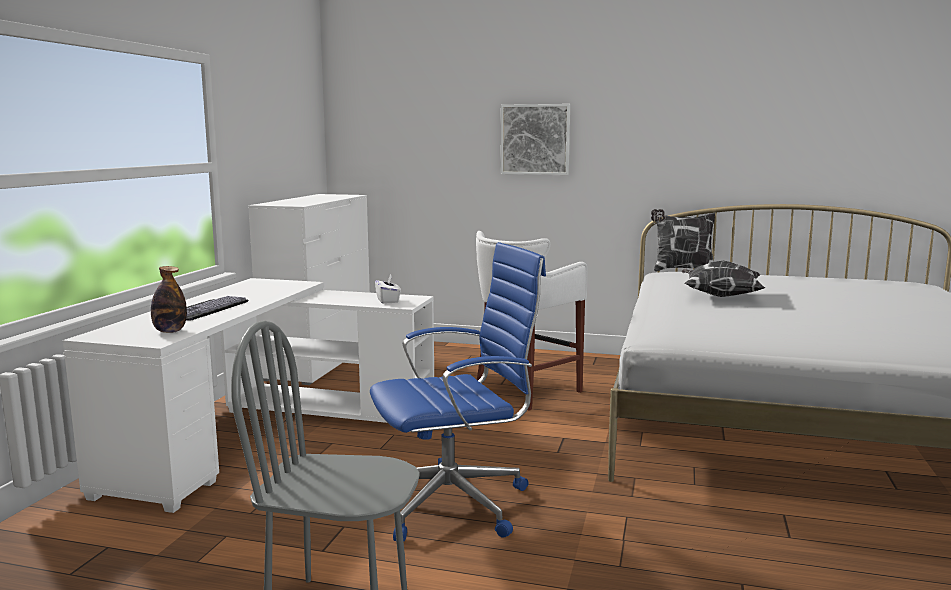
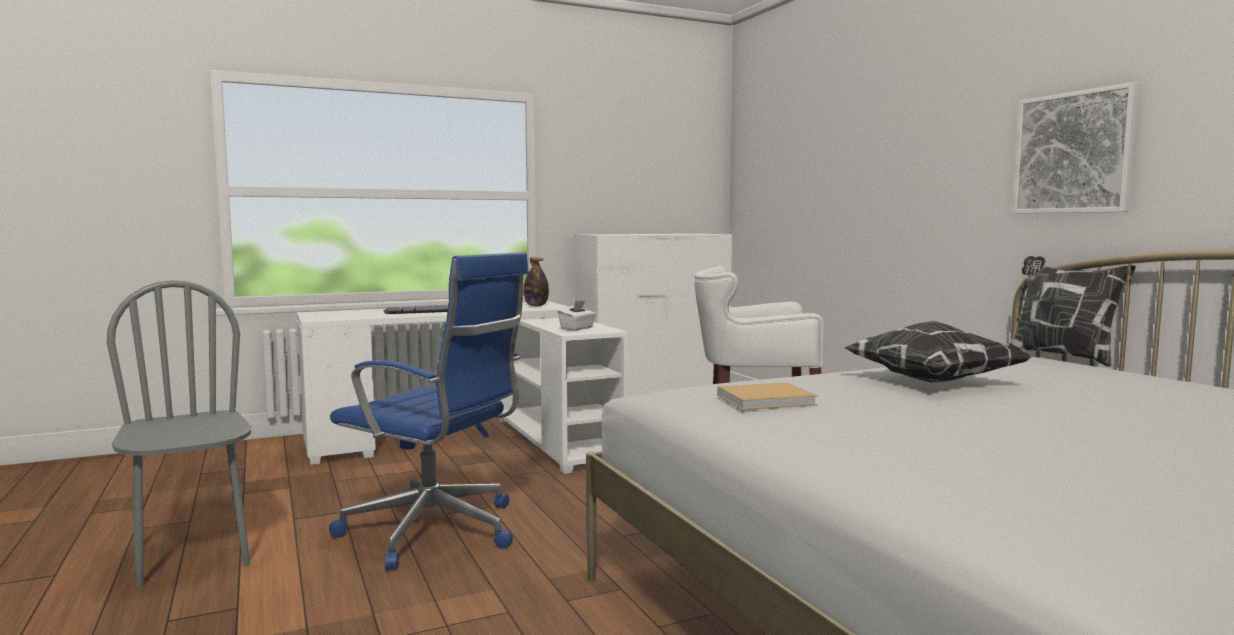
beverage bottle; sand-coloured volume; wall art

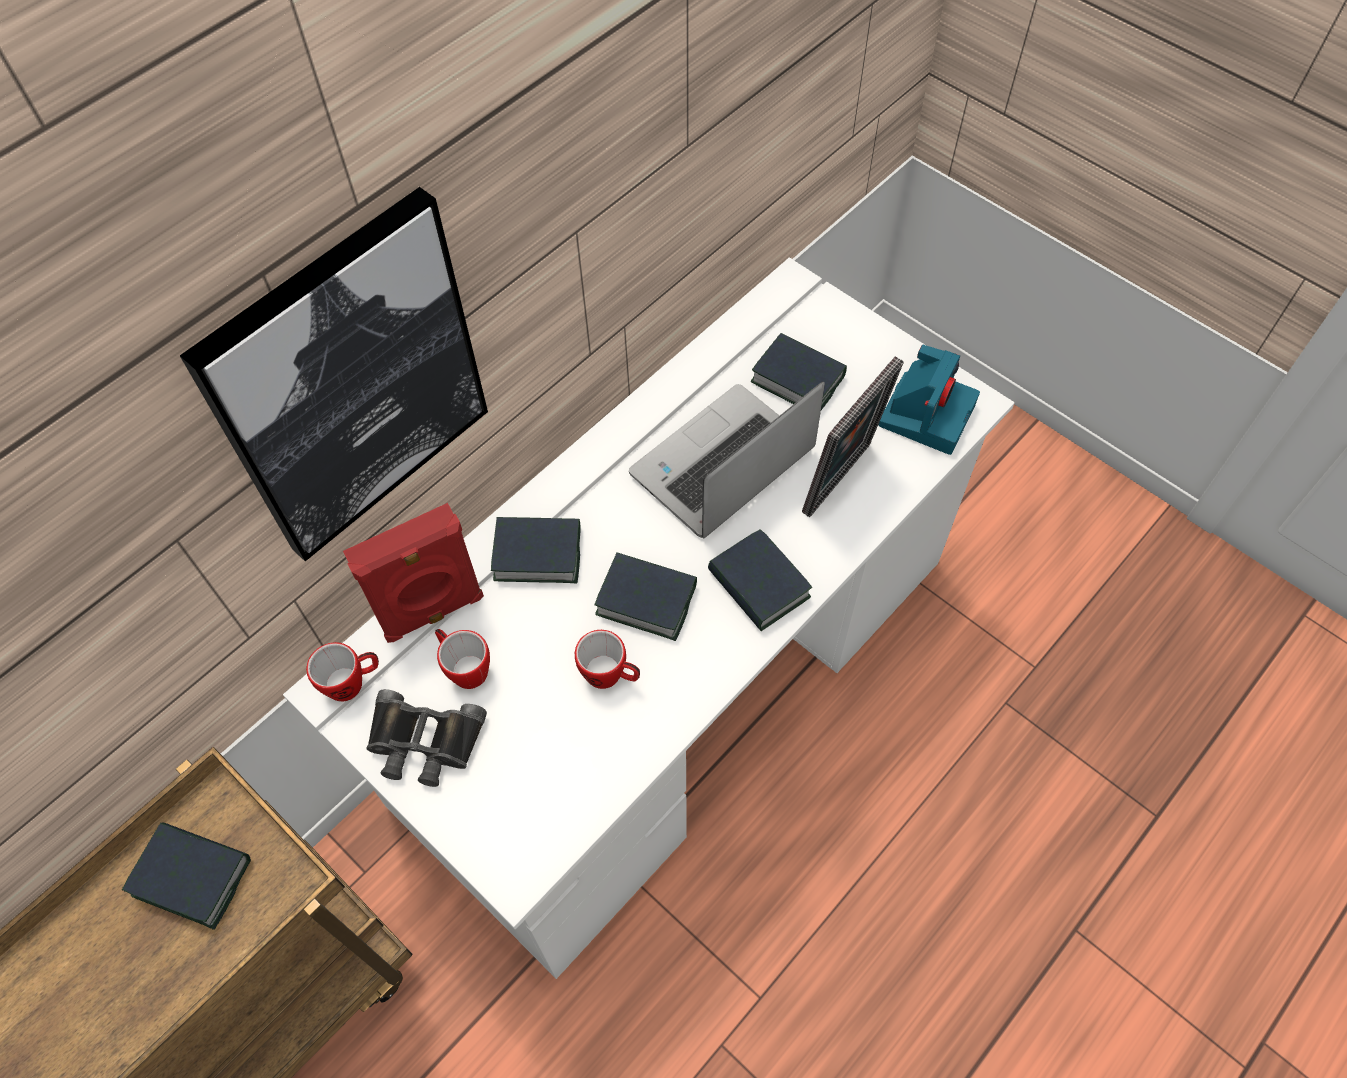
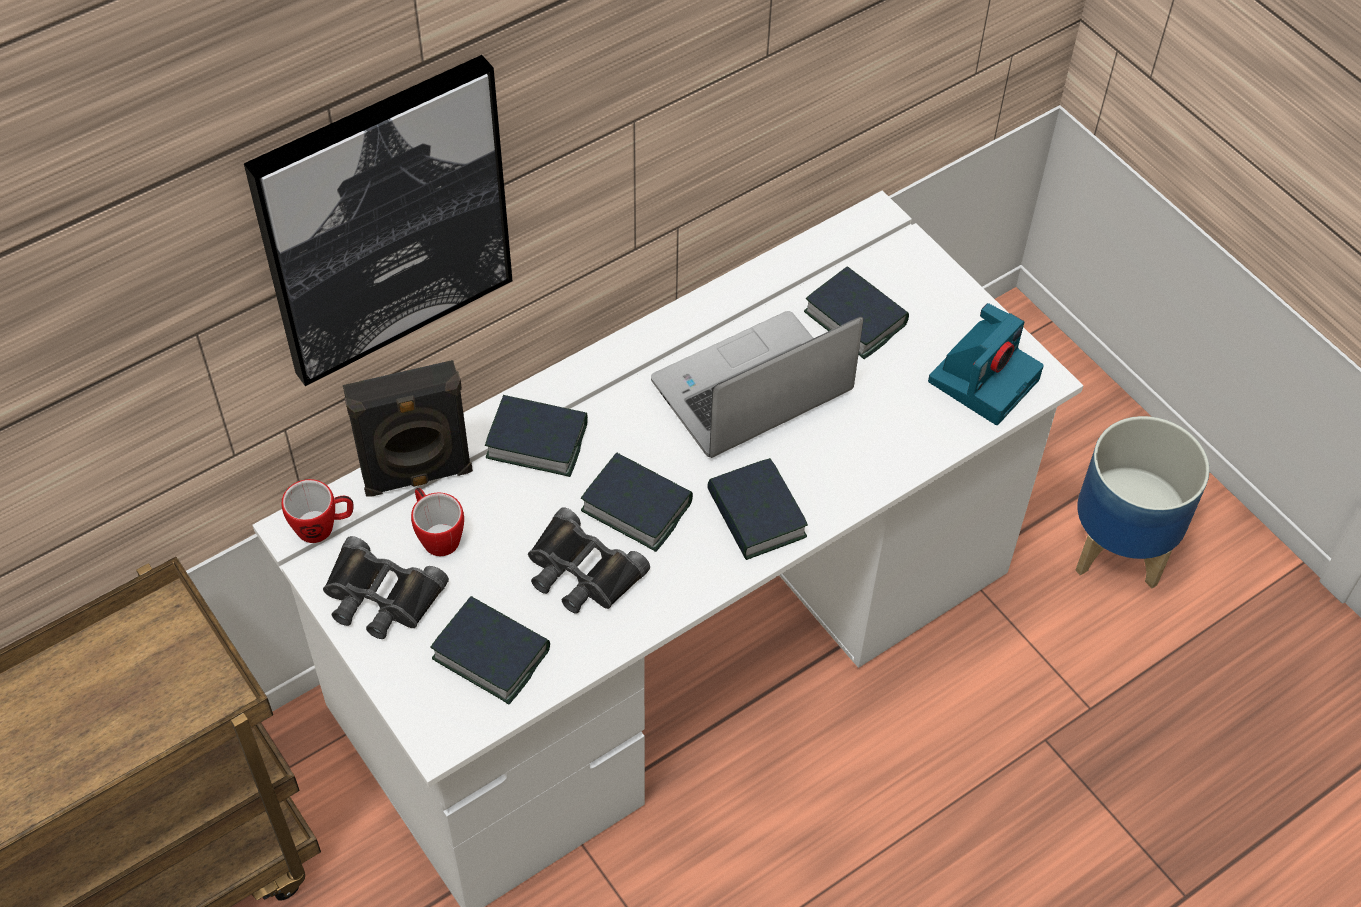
black-coloured loudspeaker; volume (1st from left); black-coloured field glasses (2nd from left); flower pot; picture frame

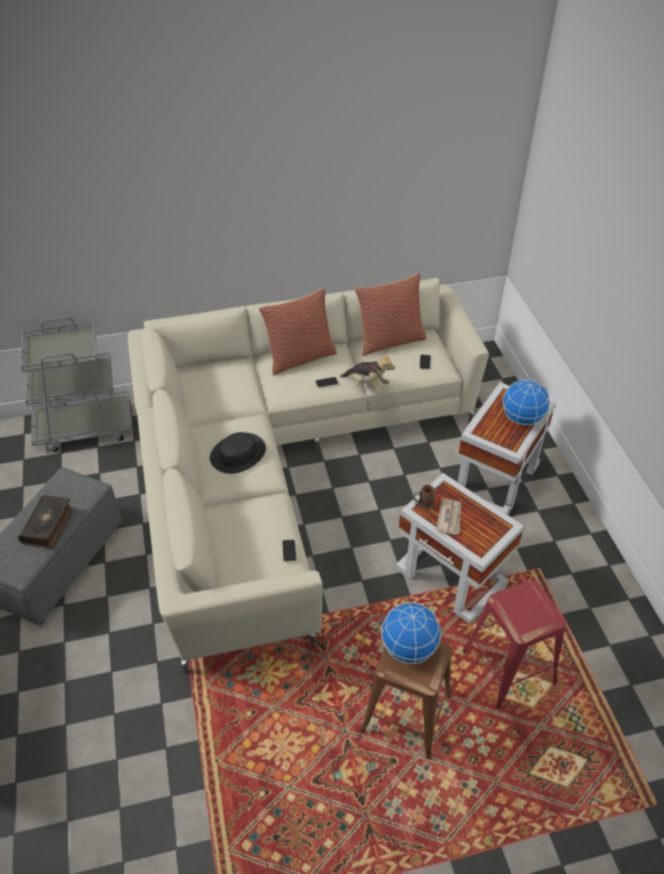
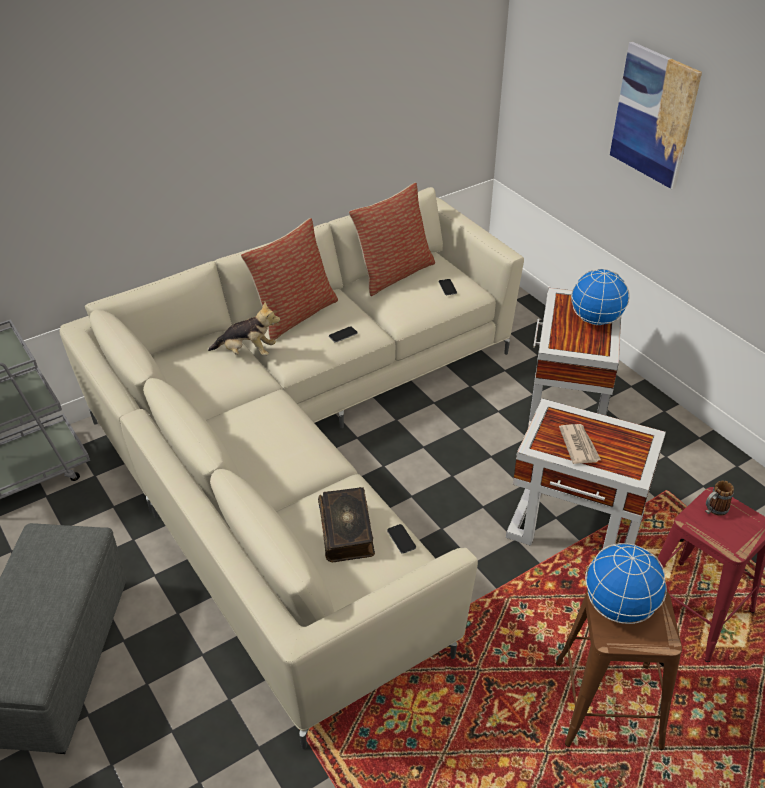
cuddly toy; volume; wall art; tea mug; black-coloured hat

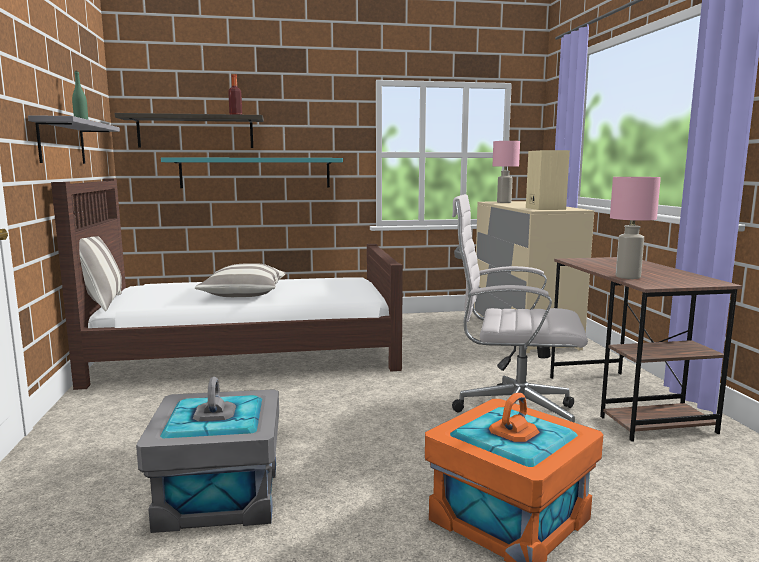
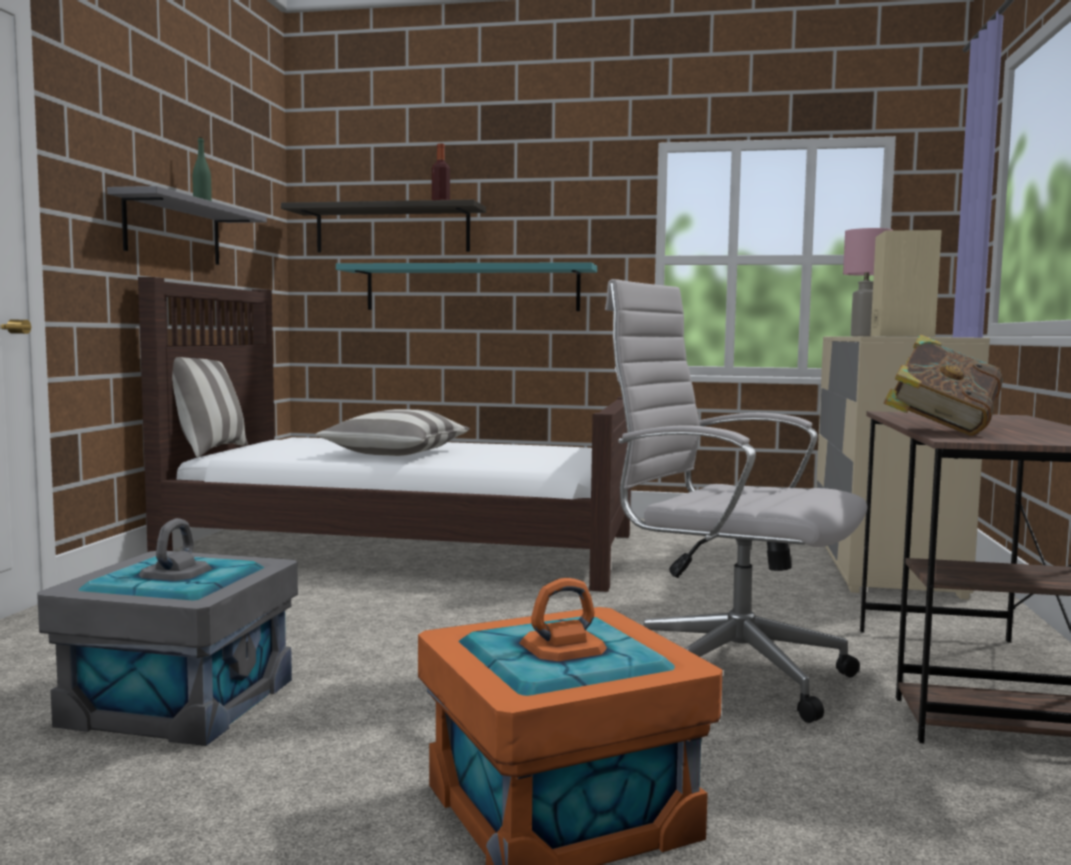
volume

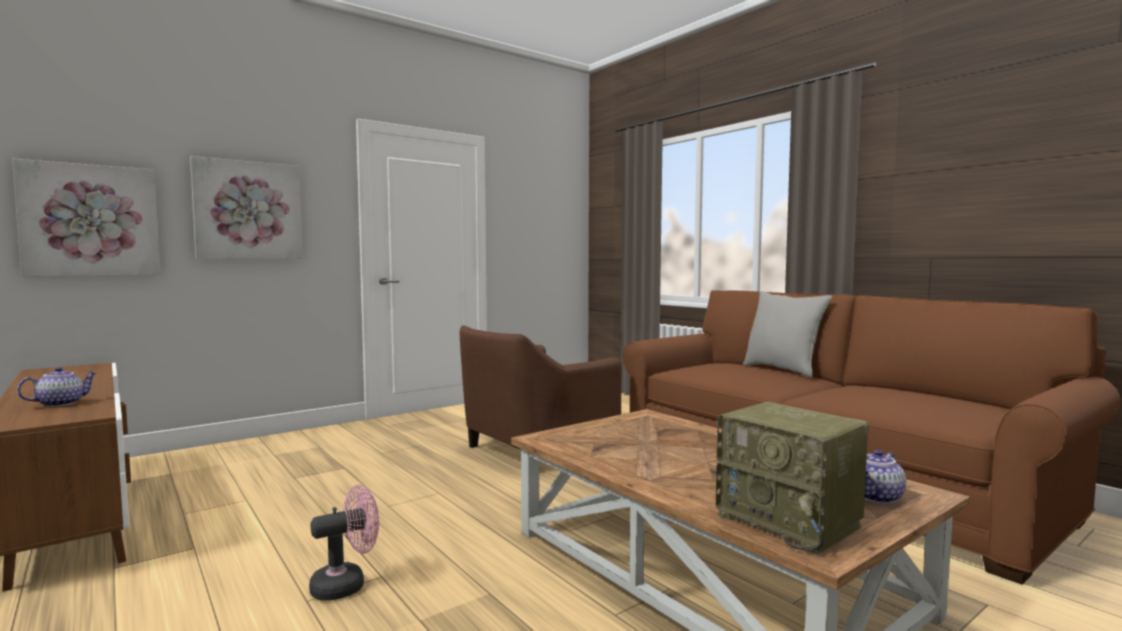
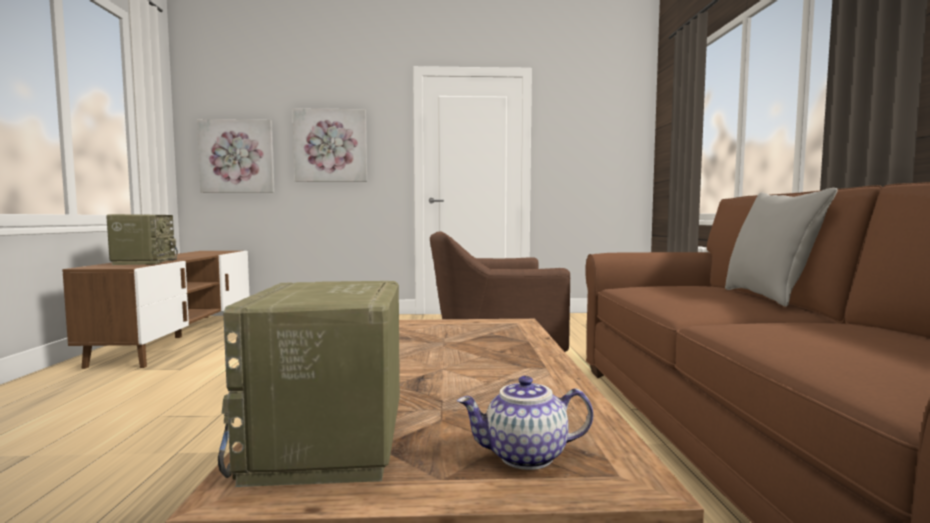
radio set (1st from left); pink cooling fan

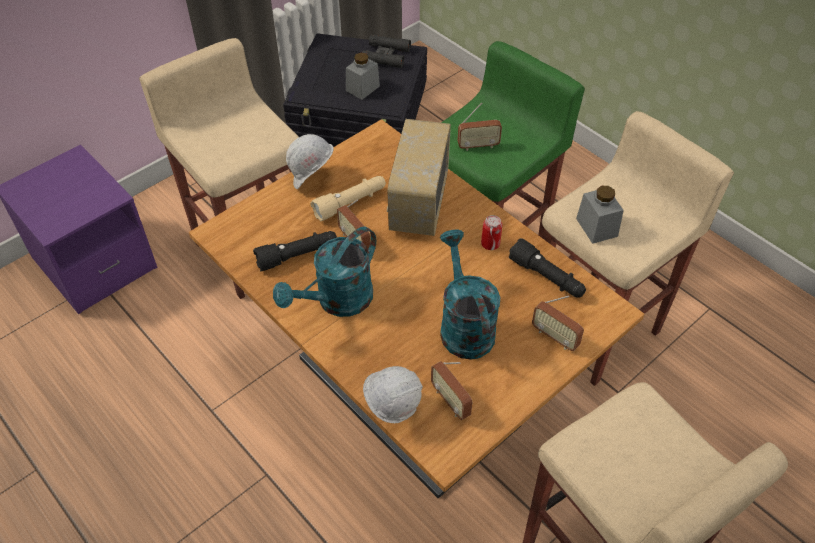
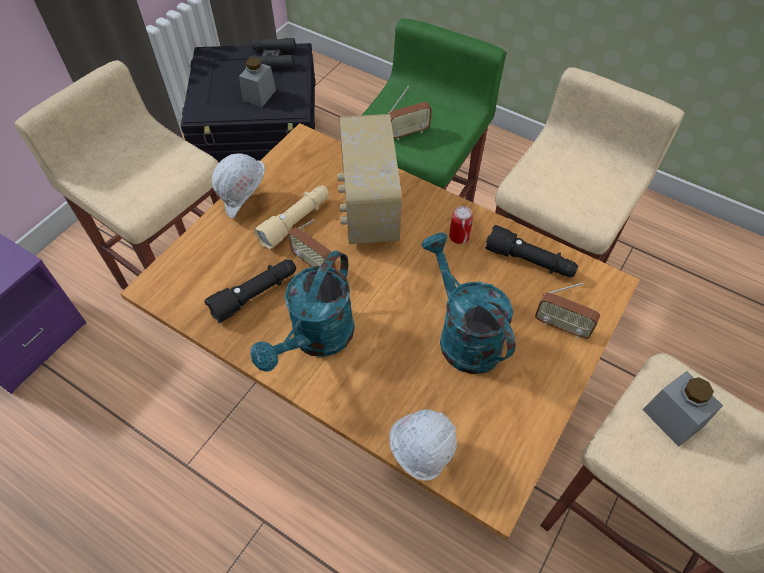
gray jar (2nd from left); radio set (3rd from left in the first image)

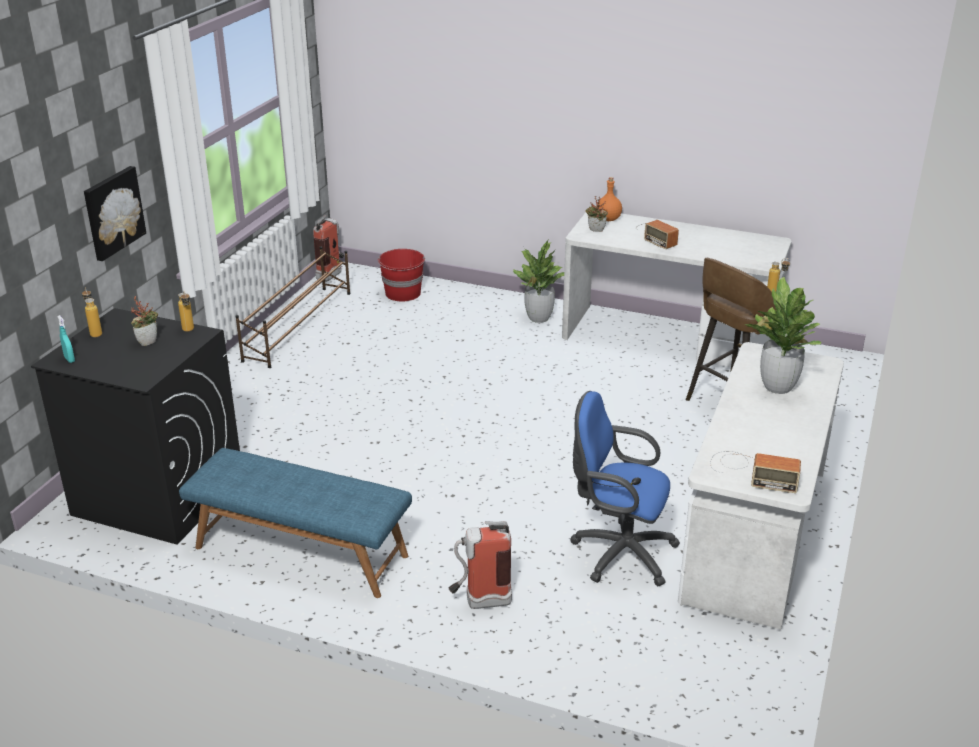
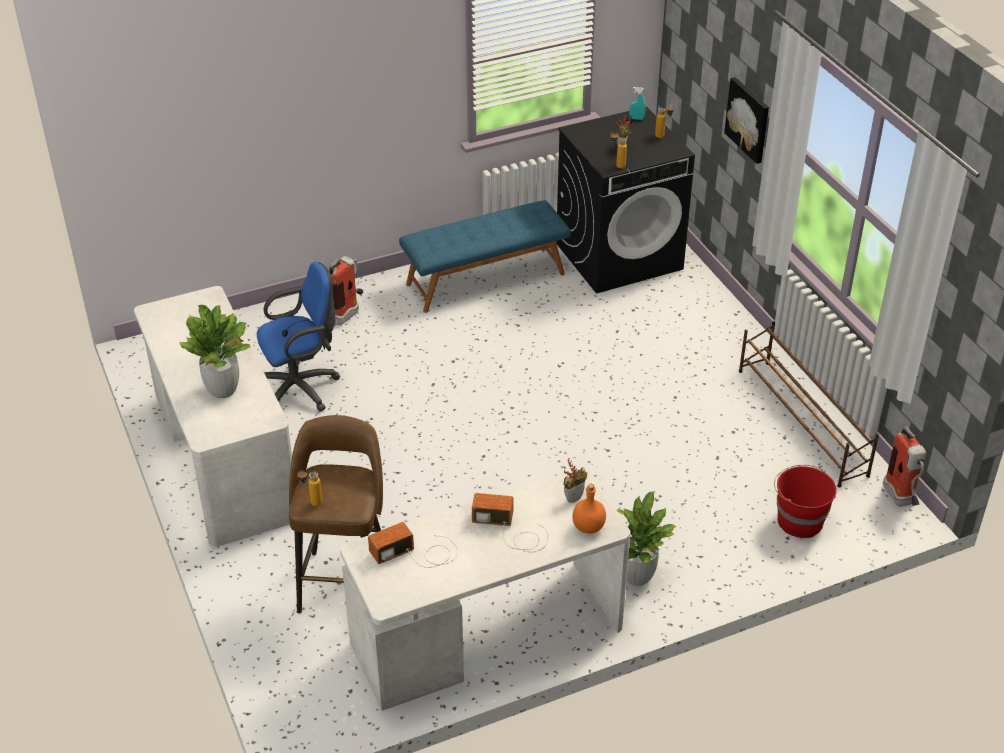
radio set (1st from left)

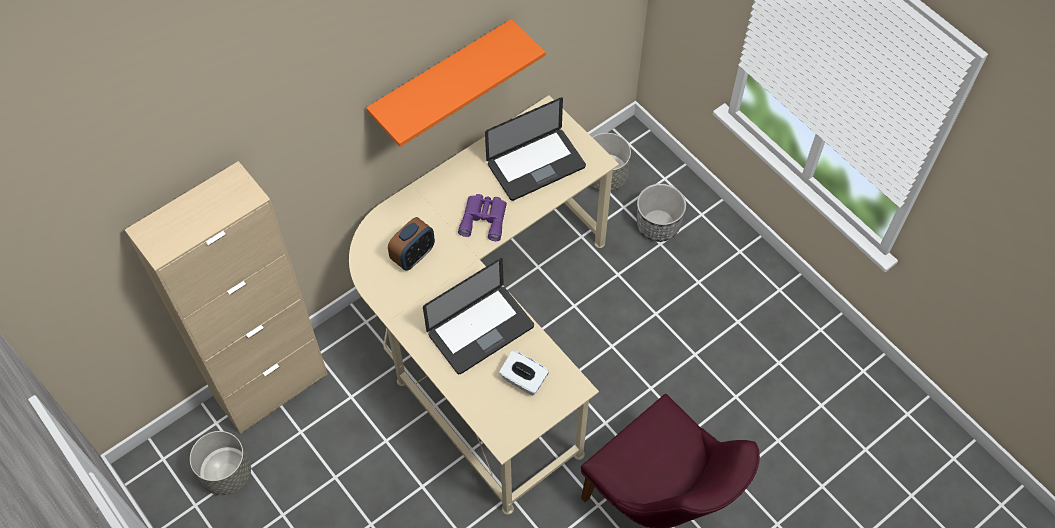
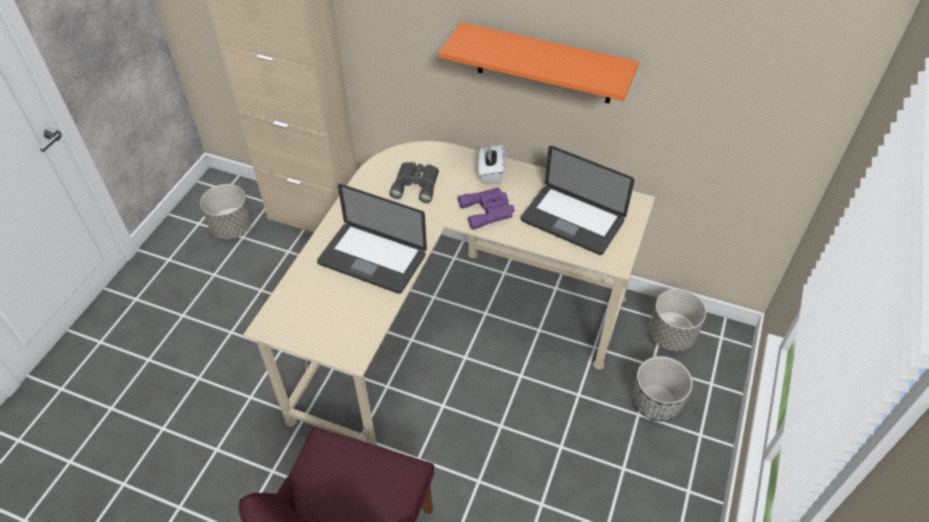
gray field glasses; whitish tissue holder

